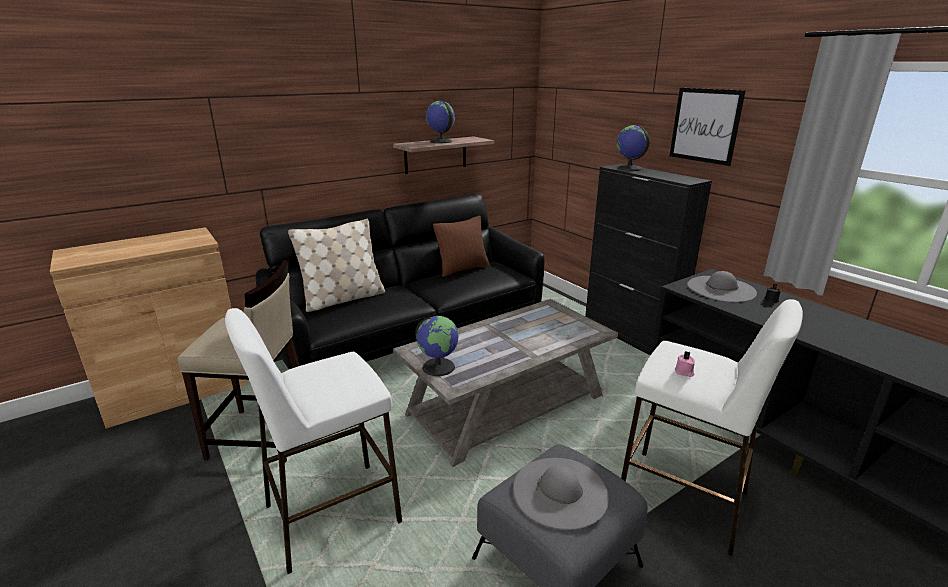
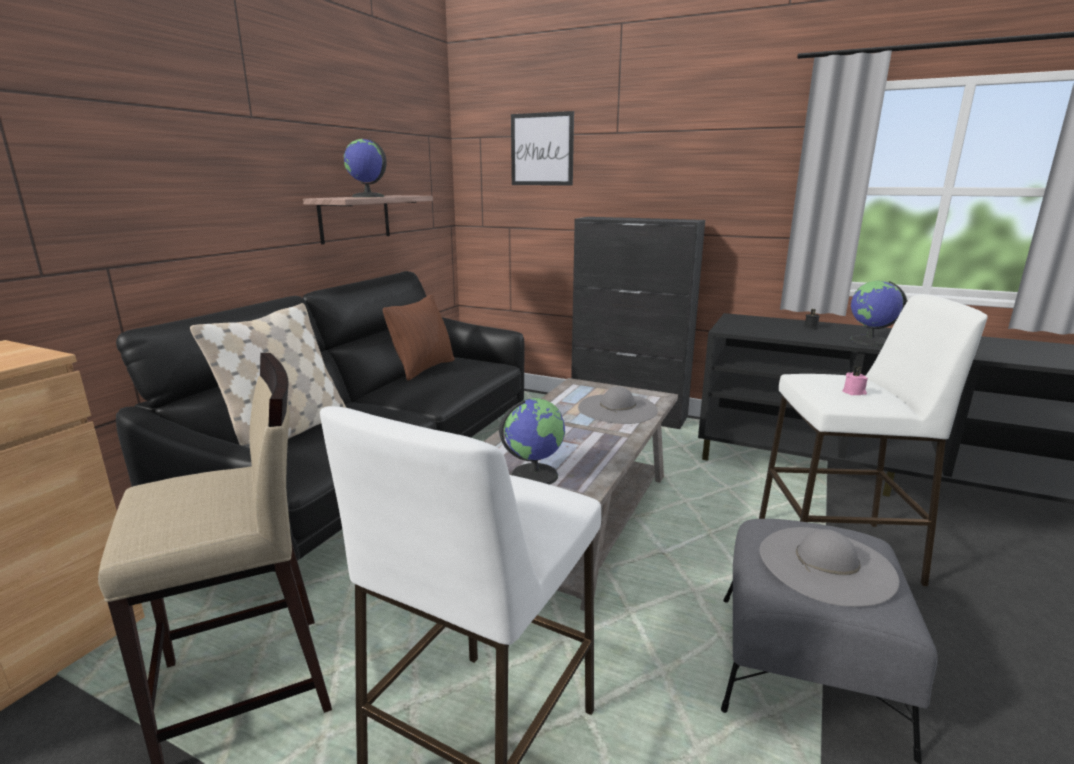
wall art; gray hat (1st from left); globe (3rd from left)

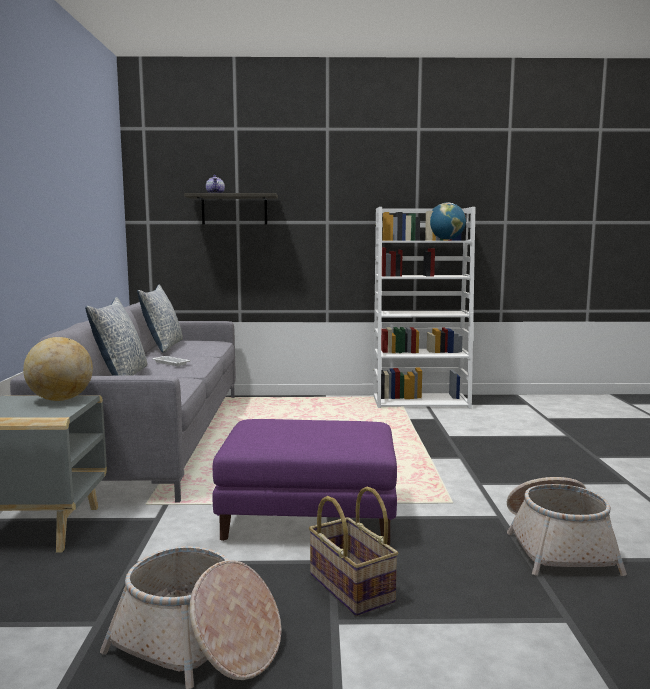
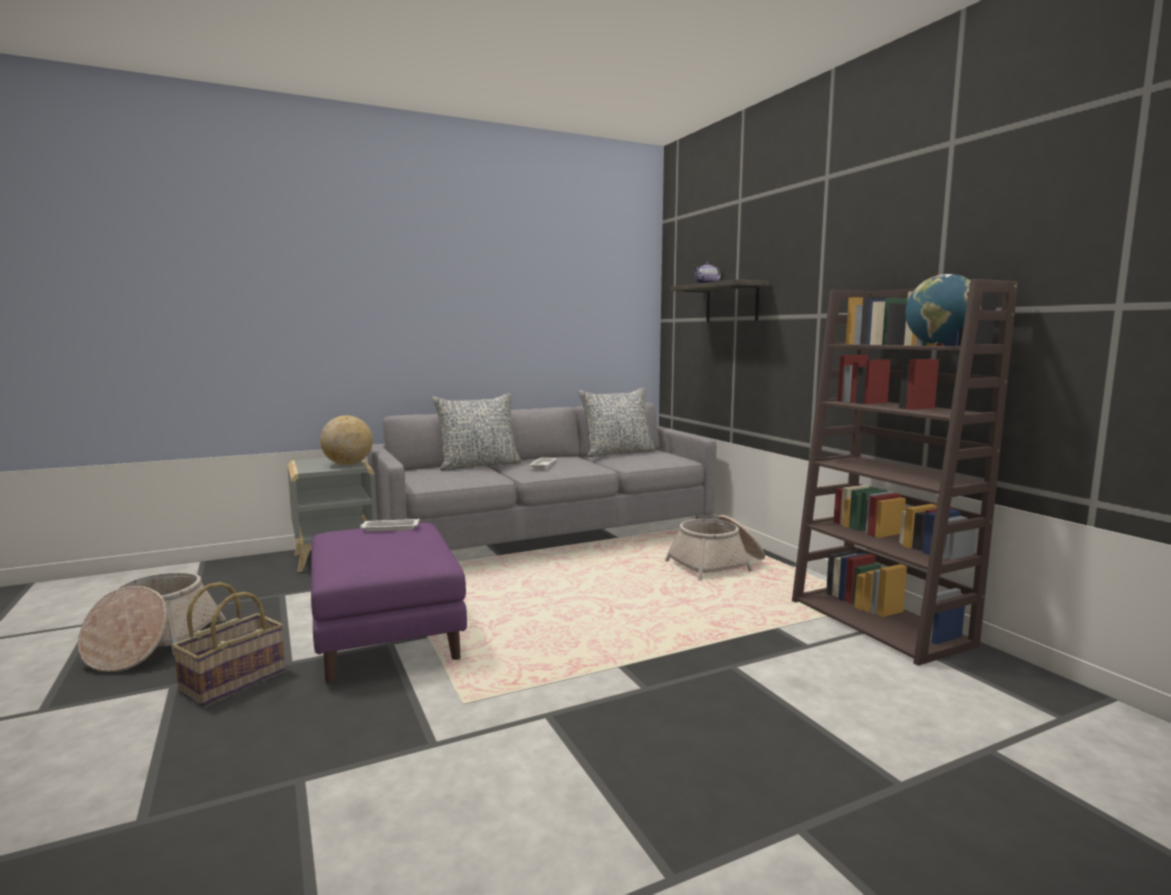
whitish tray (1st from left); basket (3rd from left); brown-coloured bookshelf

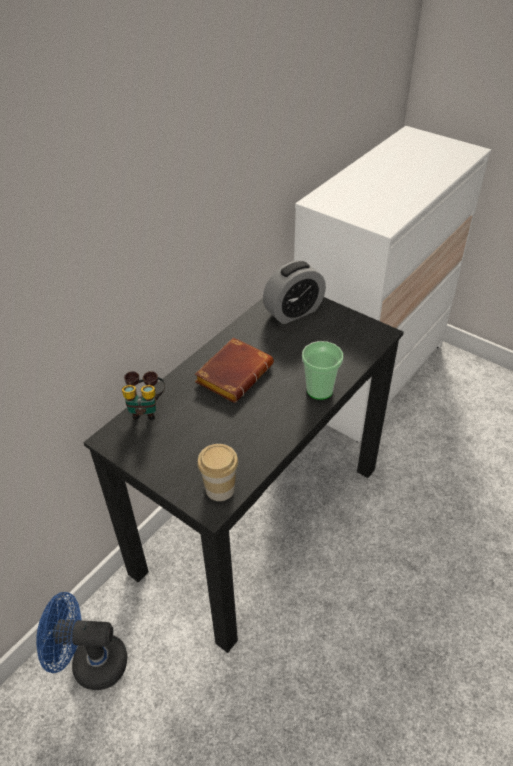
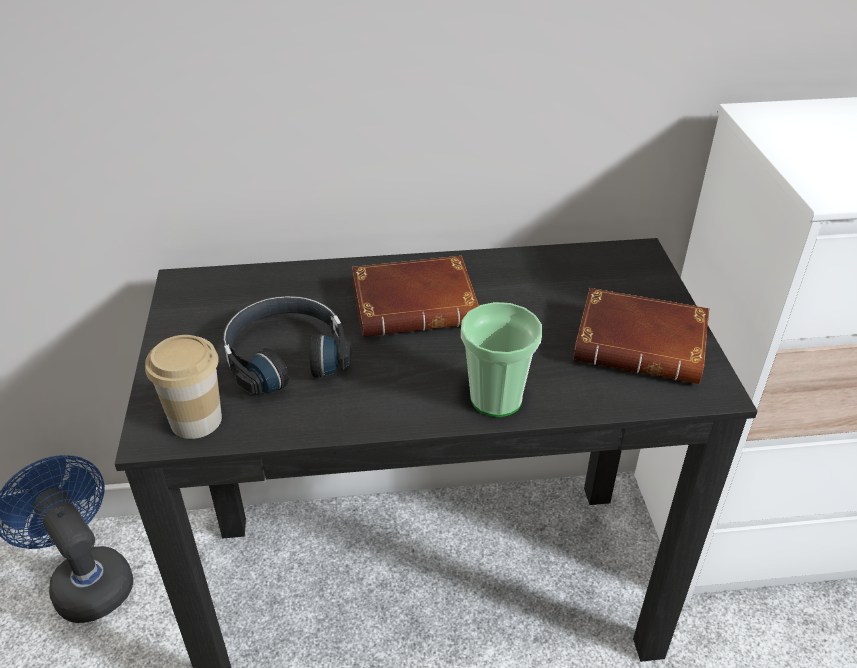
black-coloured headset; brown-coloured volume (2nd from left); field glasses; bedside clock

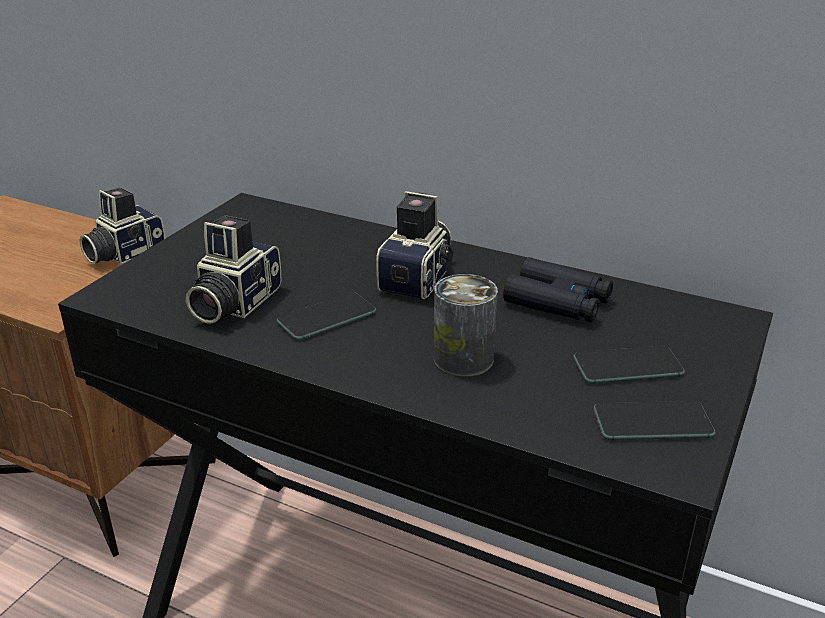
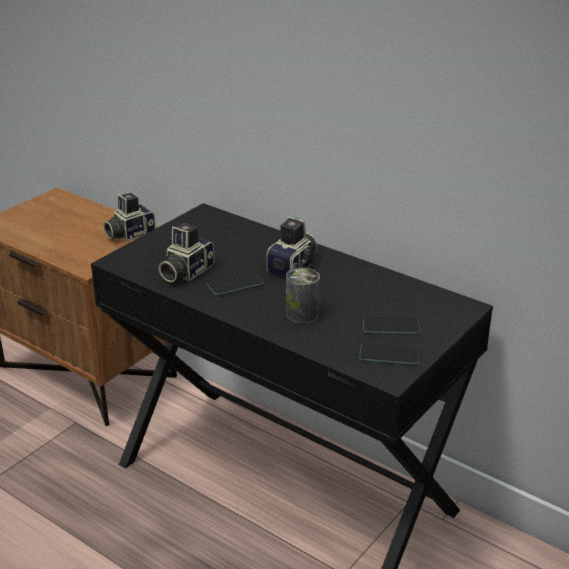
black-coloured field glasses

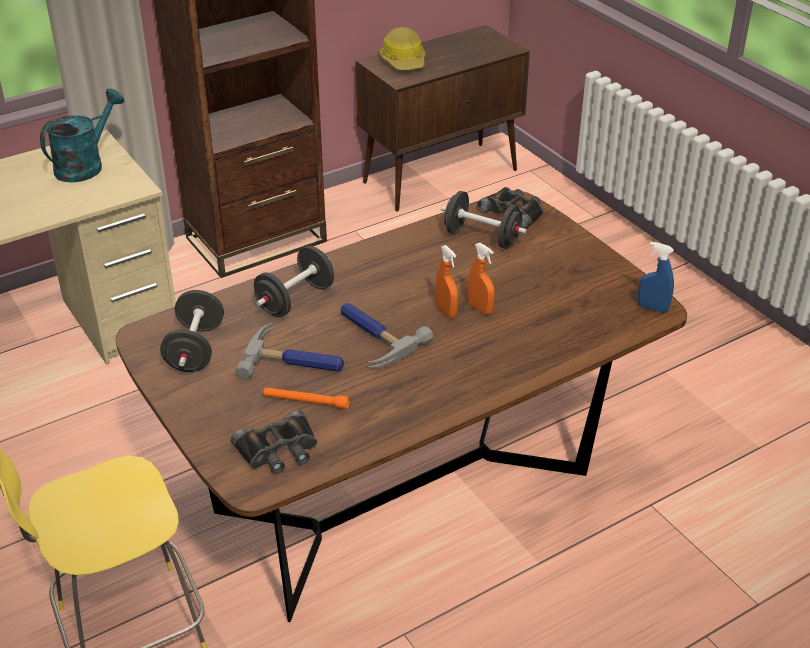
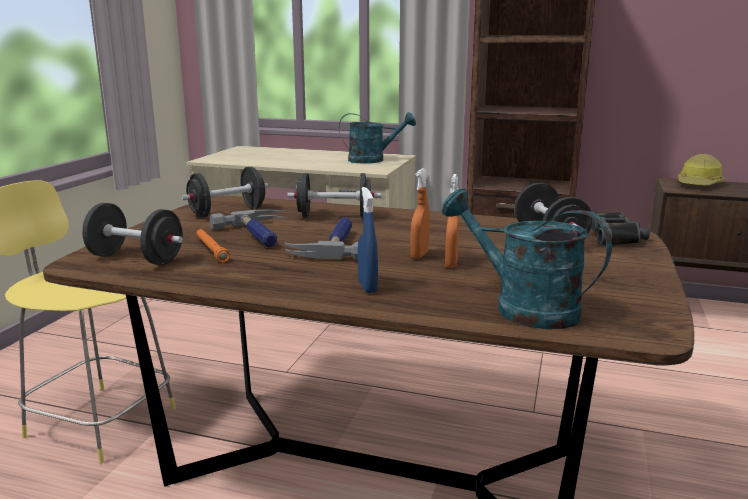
black-coloured hand weight (1st from left); blue spray bottle; blue-green watering pot (2nd from left)

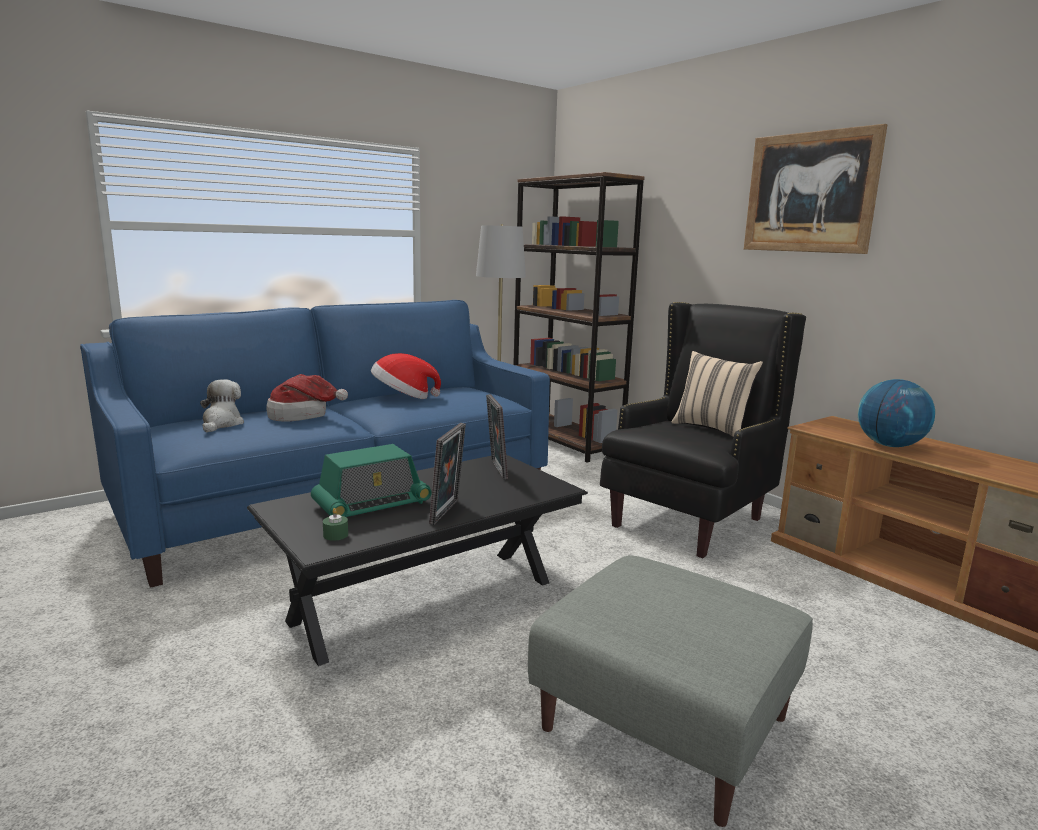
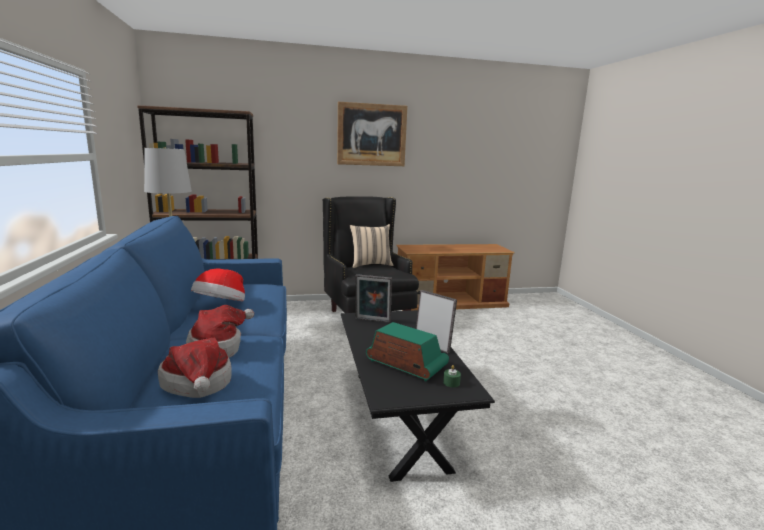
hat (1st from left); radio set; gray footrest; globe

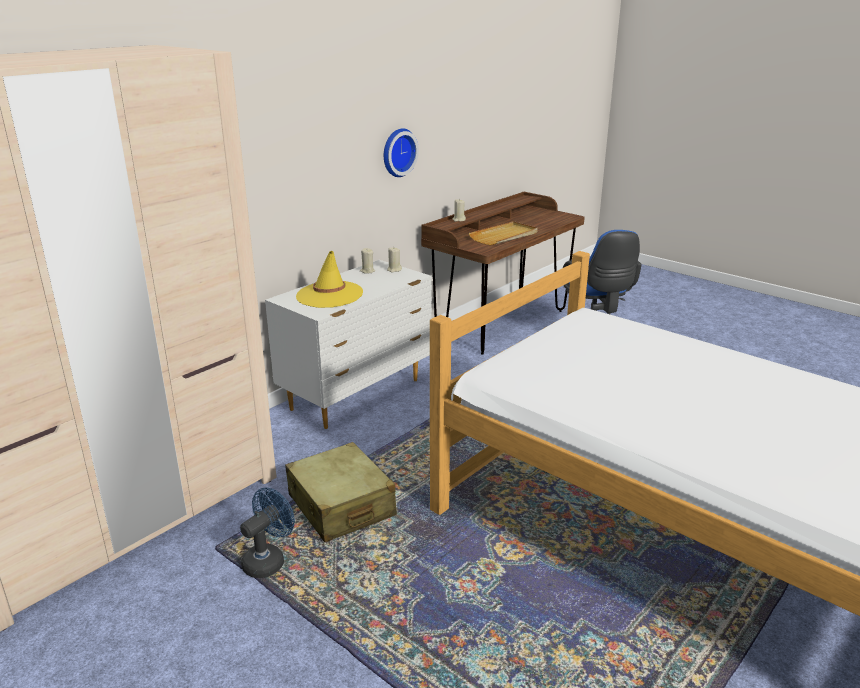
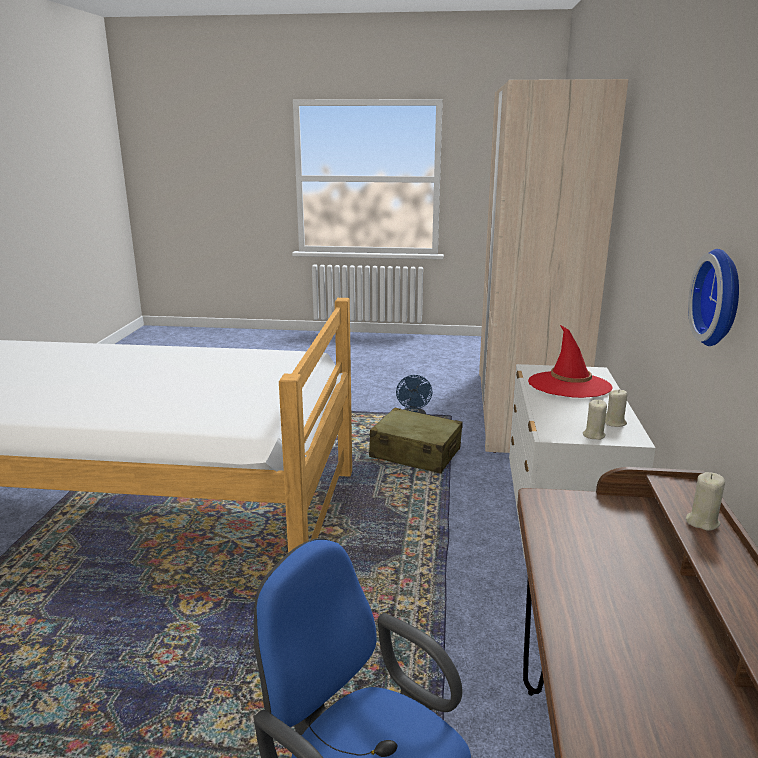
reddish hat; sand-coloured tray

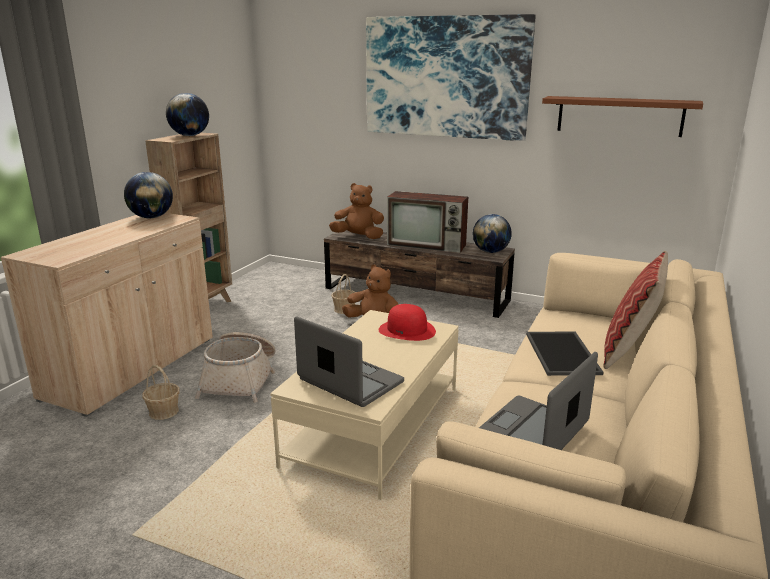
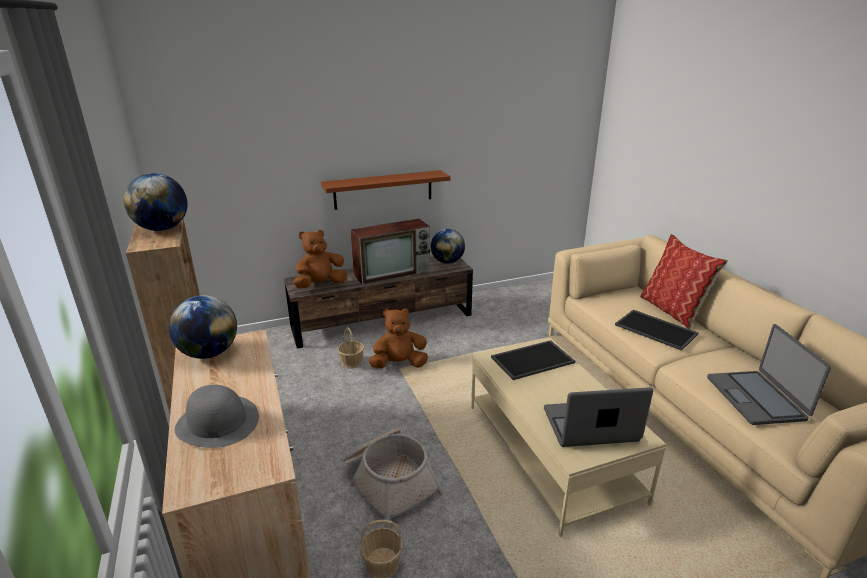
gray hat; brown-coloured wall shelf; tray (1st from left); wall art

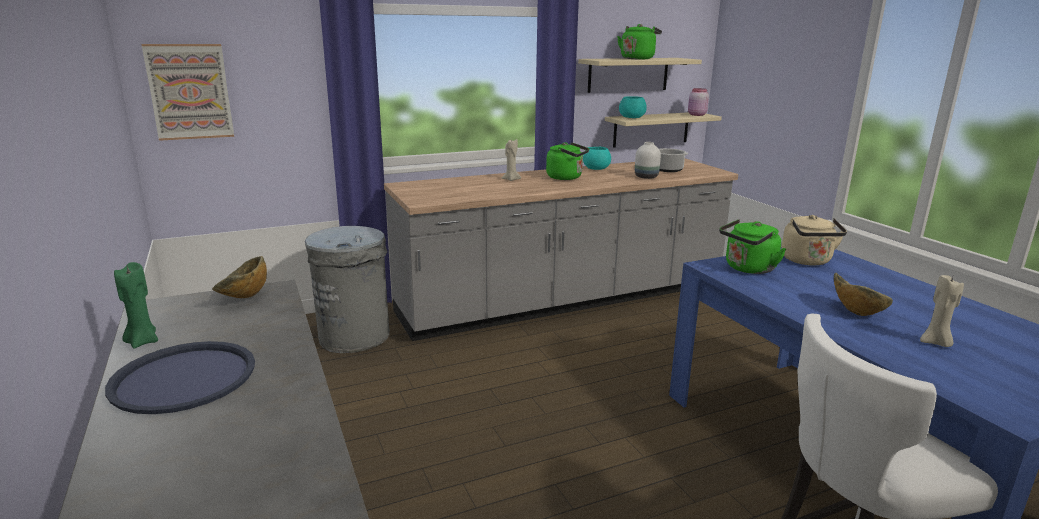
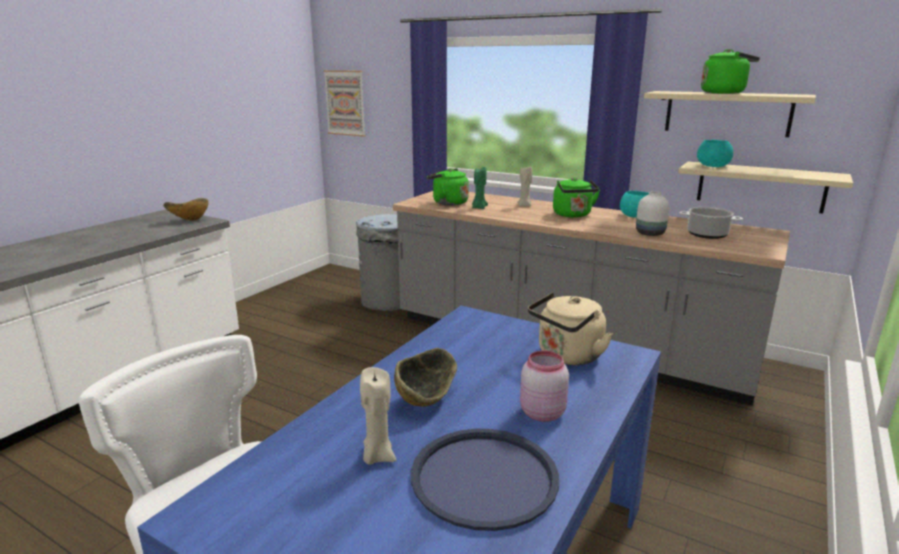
blue tray; green kettle (1st from left); green wax light; pink jar

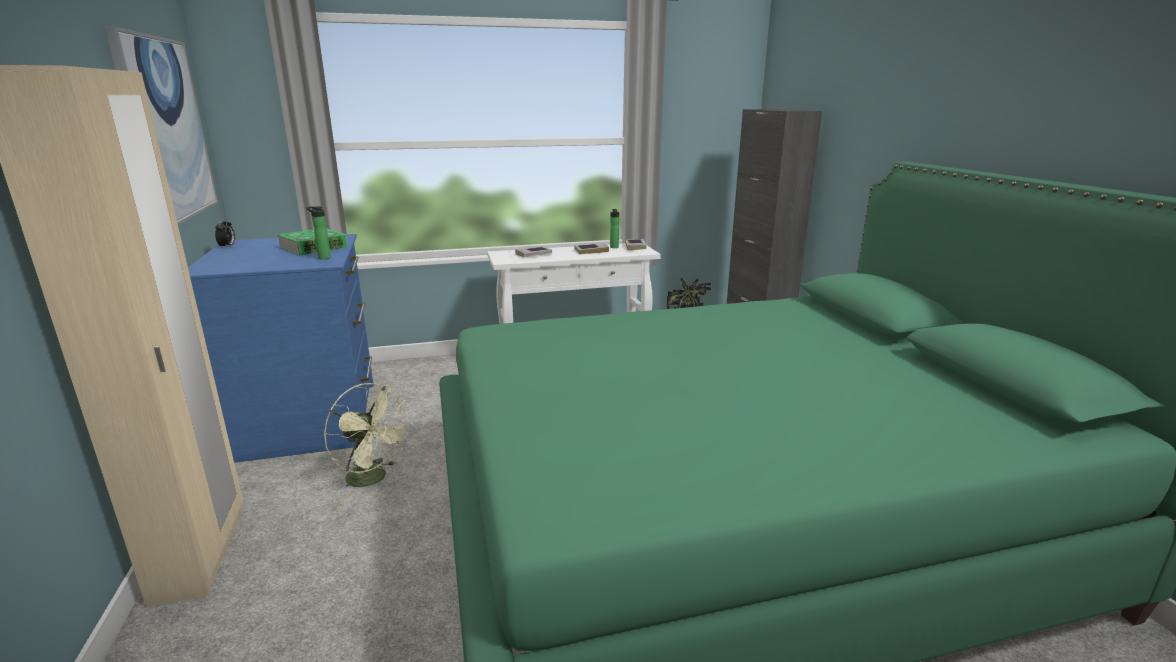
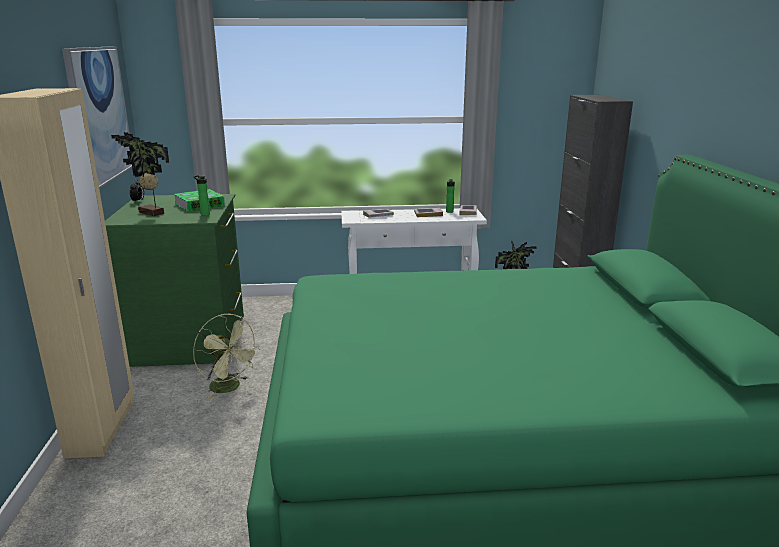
green chest of drawers; plant in a pot (1st from left)

